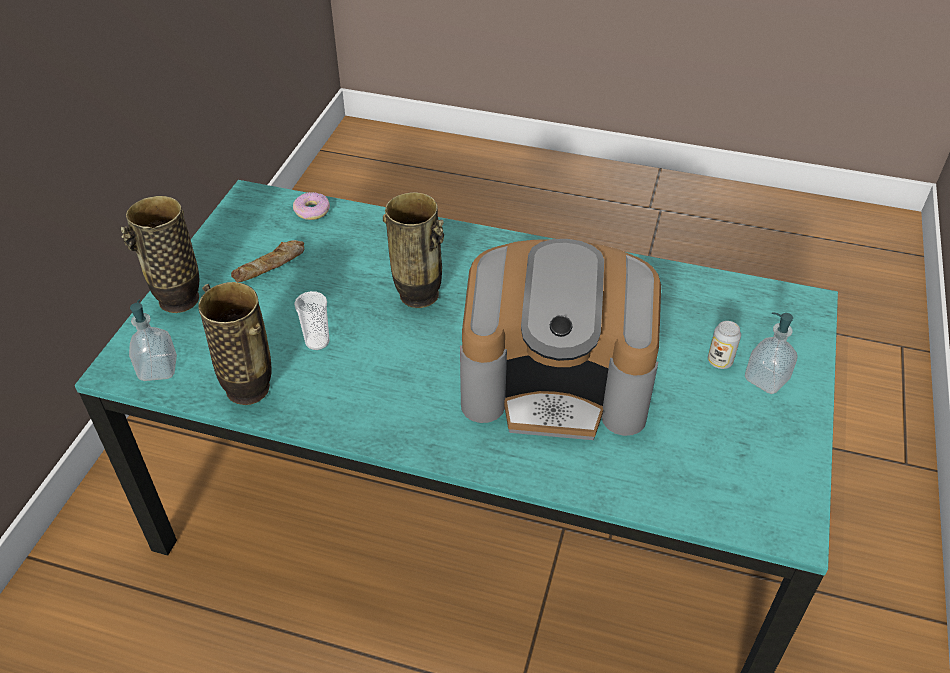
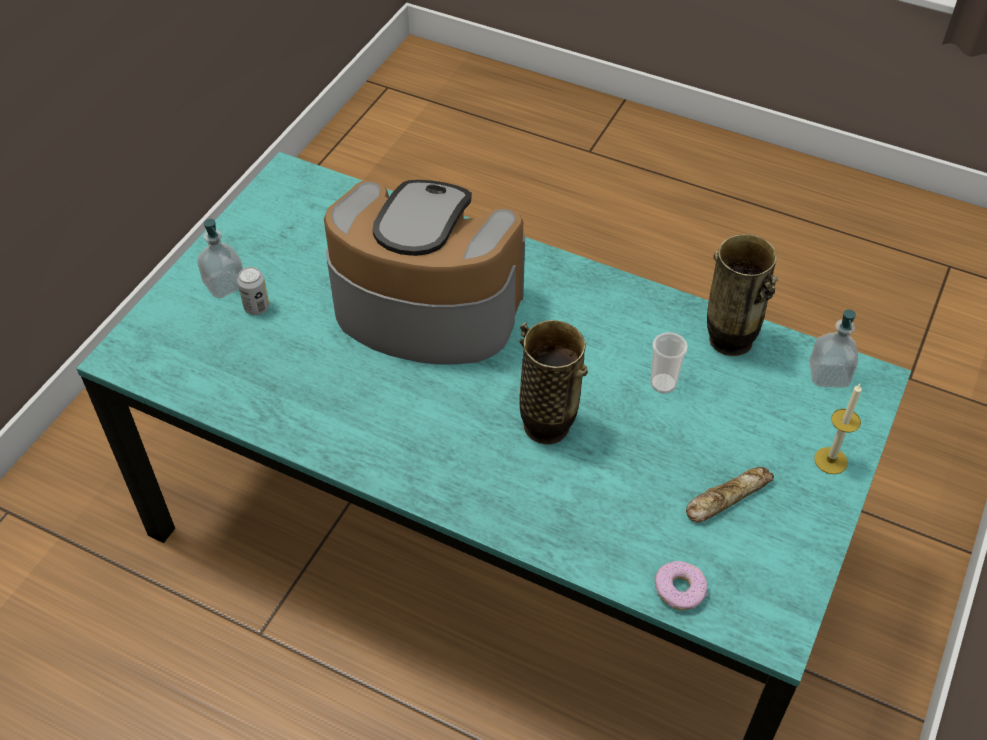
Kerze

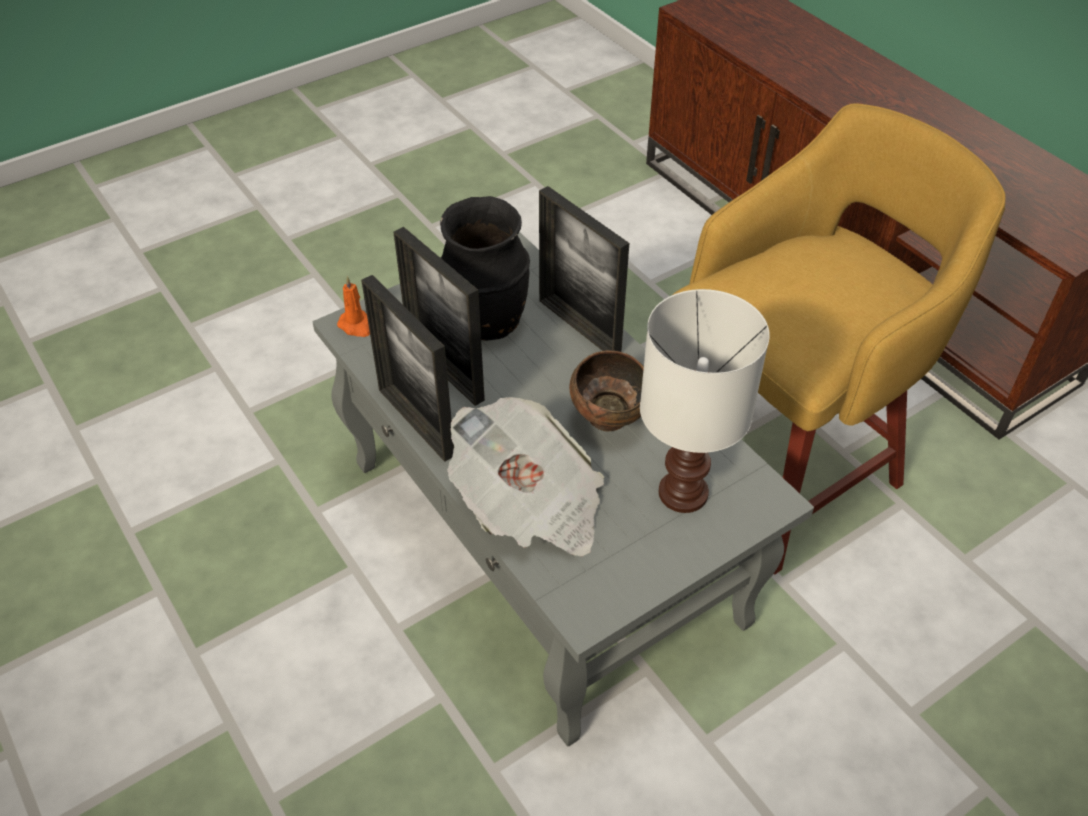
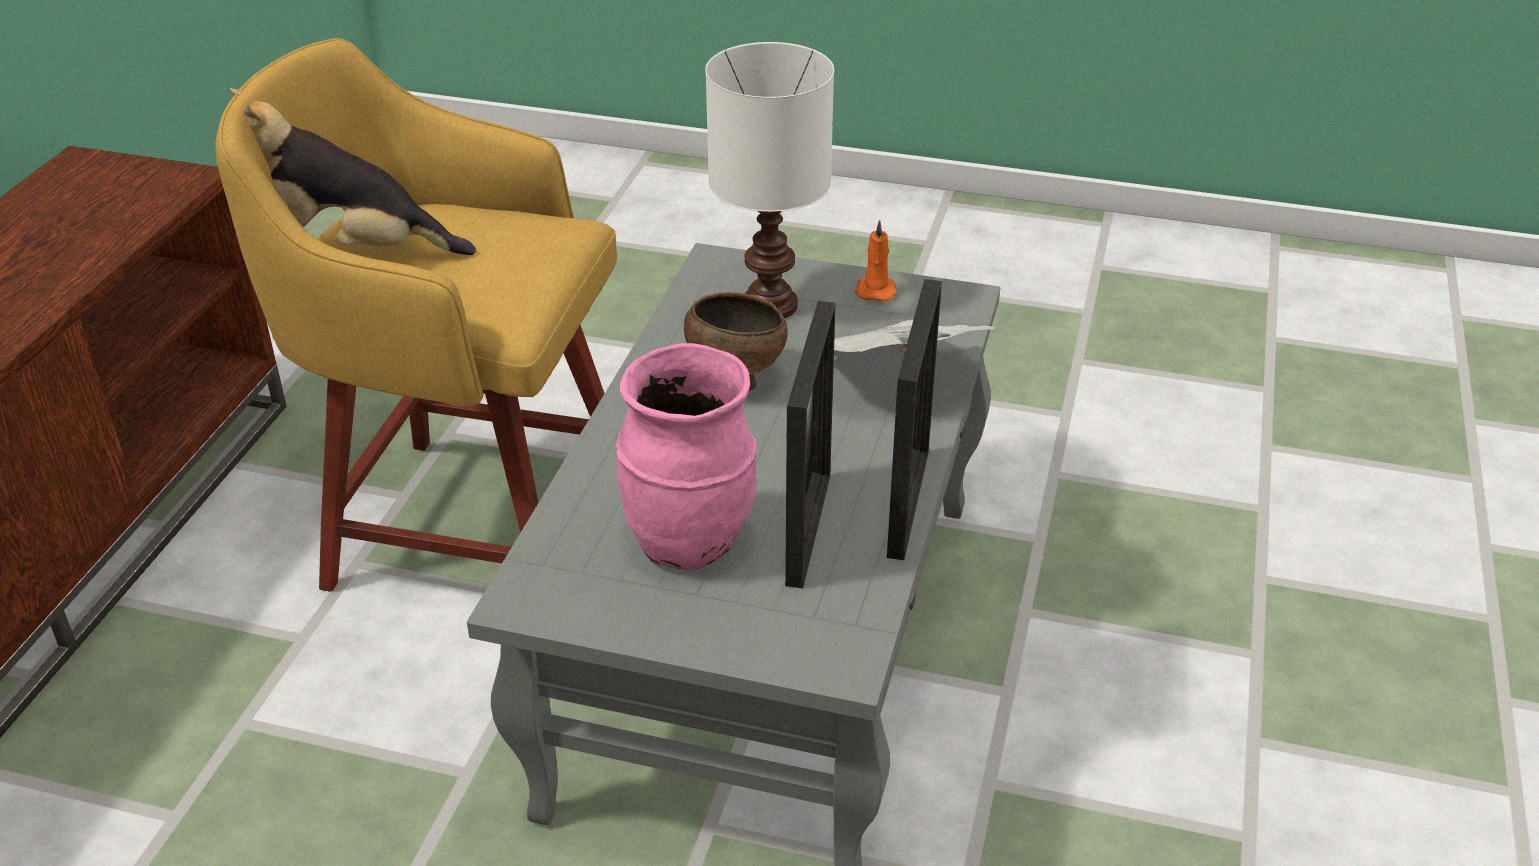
Plüschtier
Vase (rosa)
Kerze (orange)
Bilderrahmen (3rd from left in the first image)

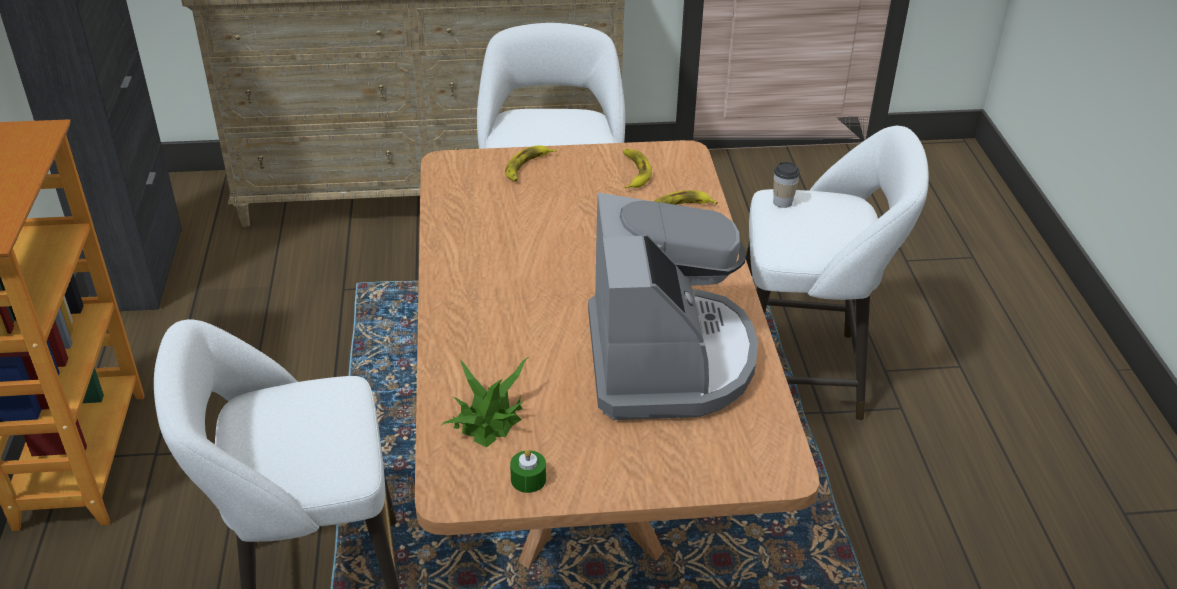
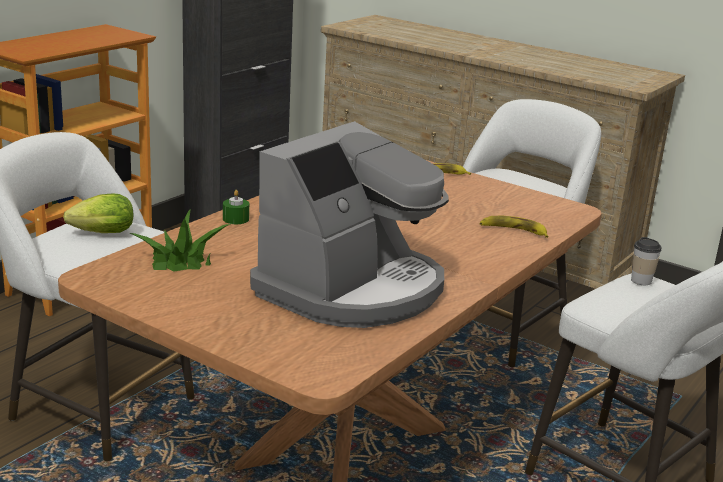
Salatkopf
Kerze (grün)
Banane (2nd from left in the first image)

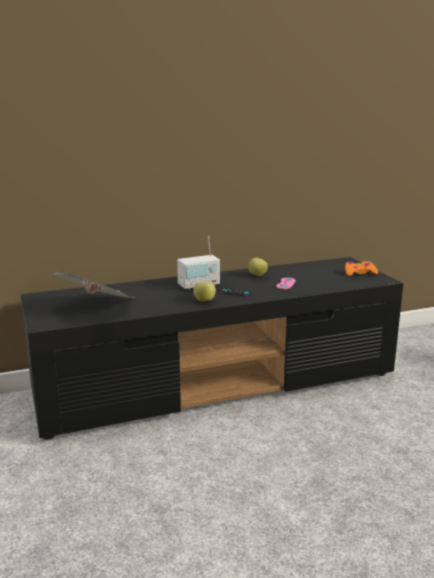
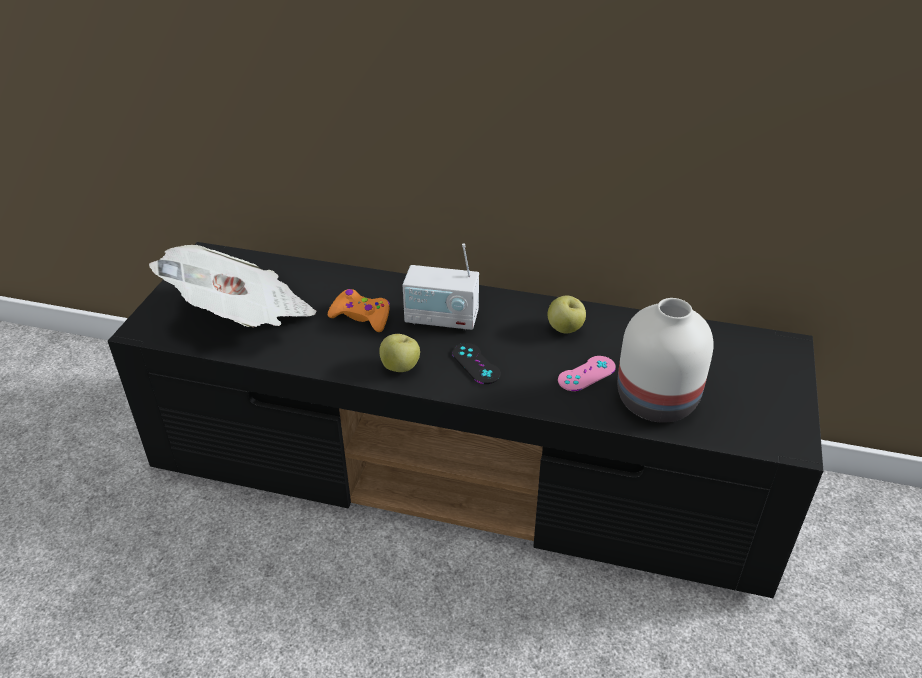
Gamepad (orange)
Vase (weiß)

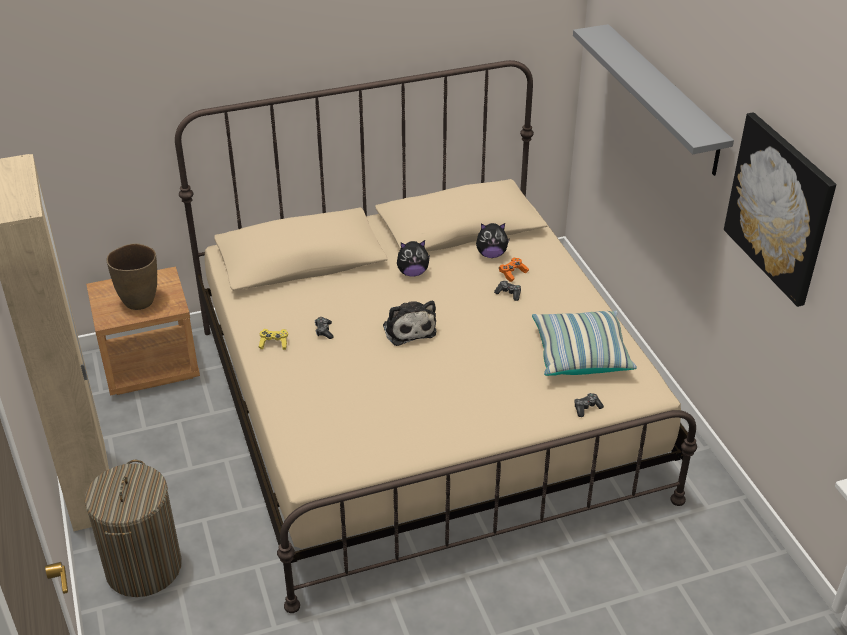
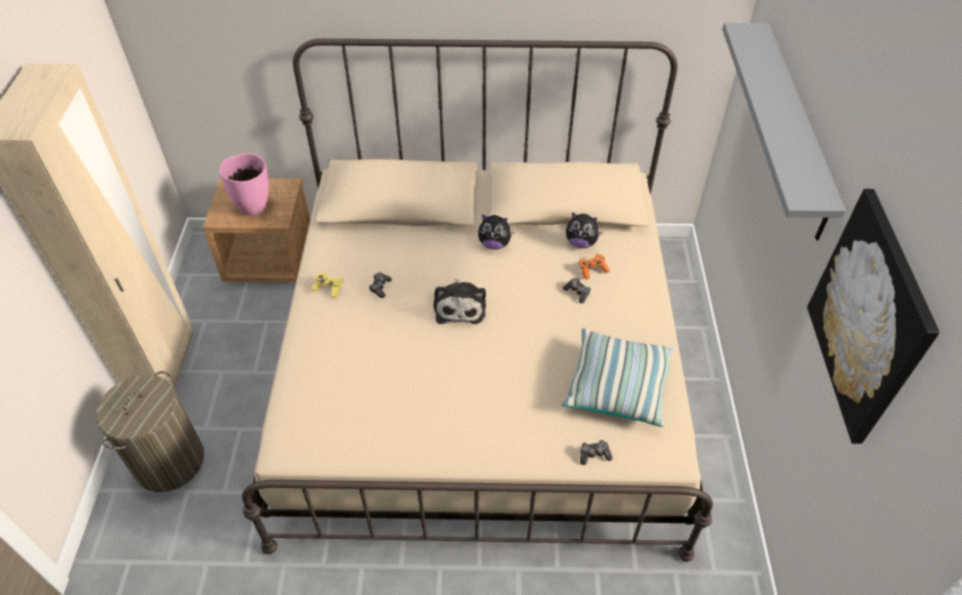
Vase (rosa)

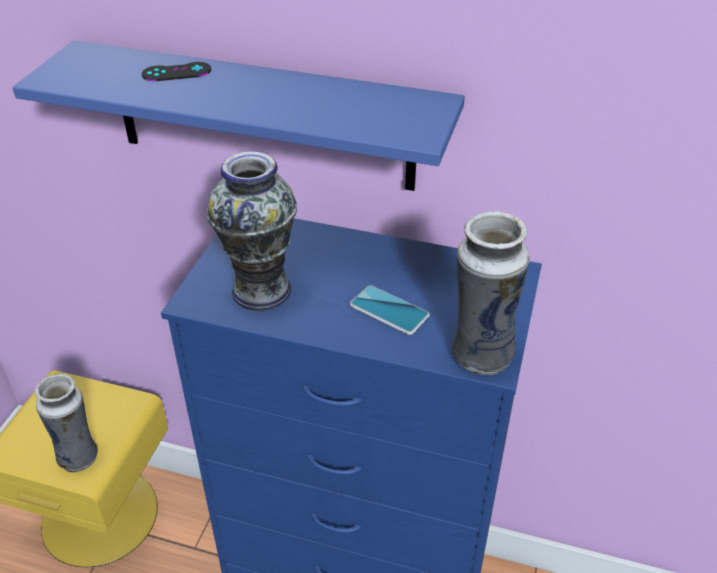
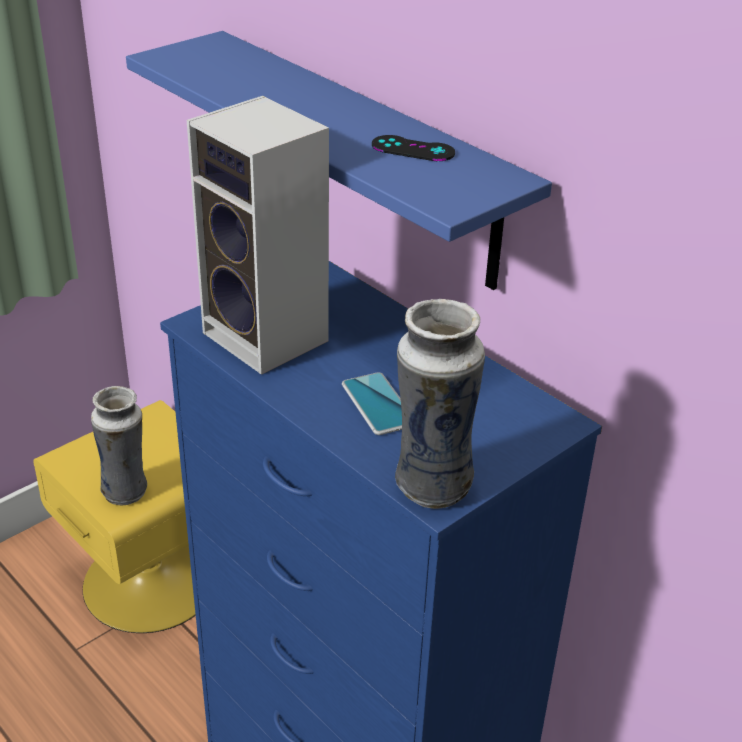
Lautsprecher
Gamepad (schwarz)

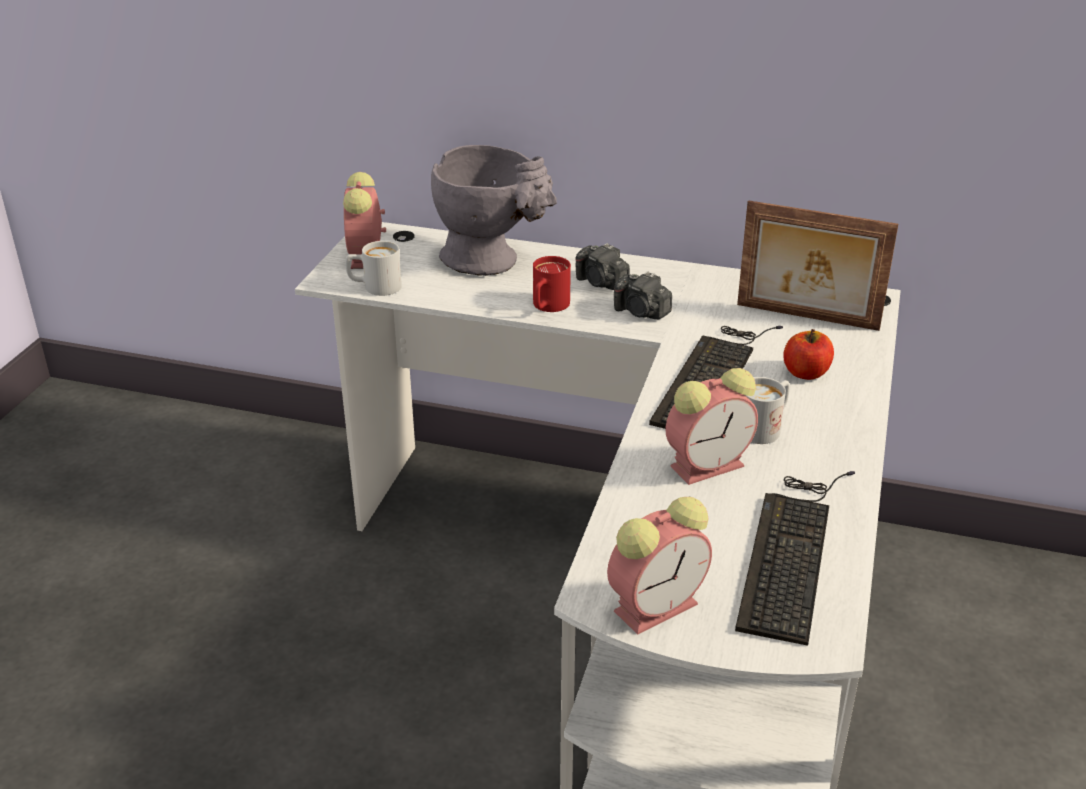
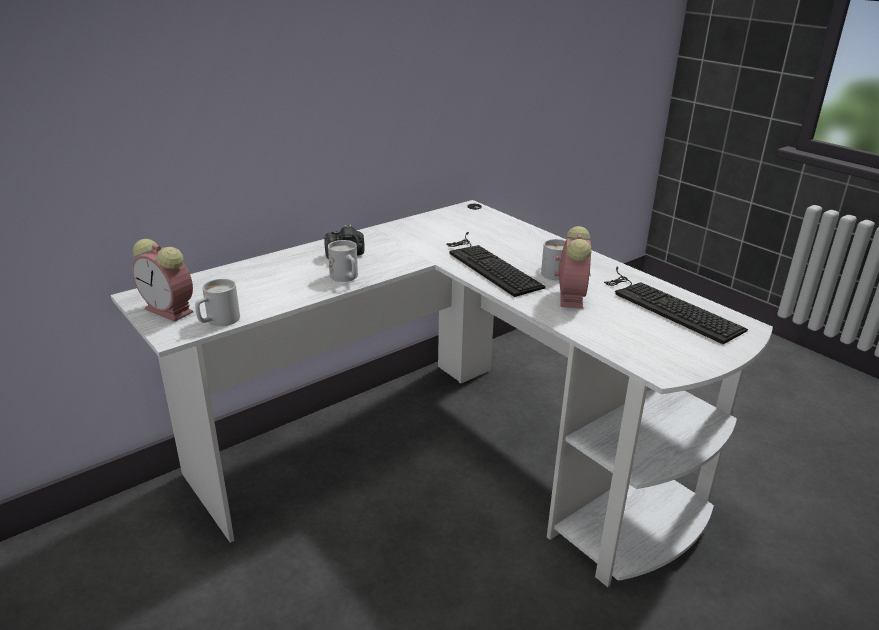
Henkelbecher (weiß) (2nd from left)
Vase (grau)
Wecker (2nd from left in the first image)
Kamera (2nd from left in the first image)
Bilderrahmen
Apfel

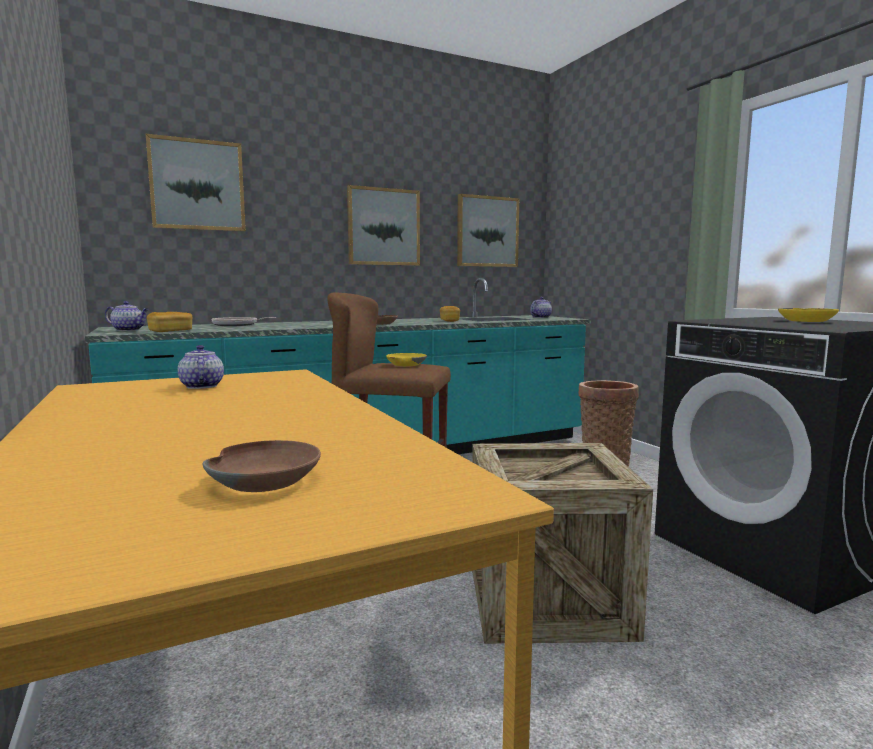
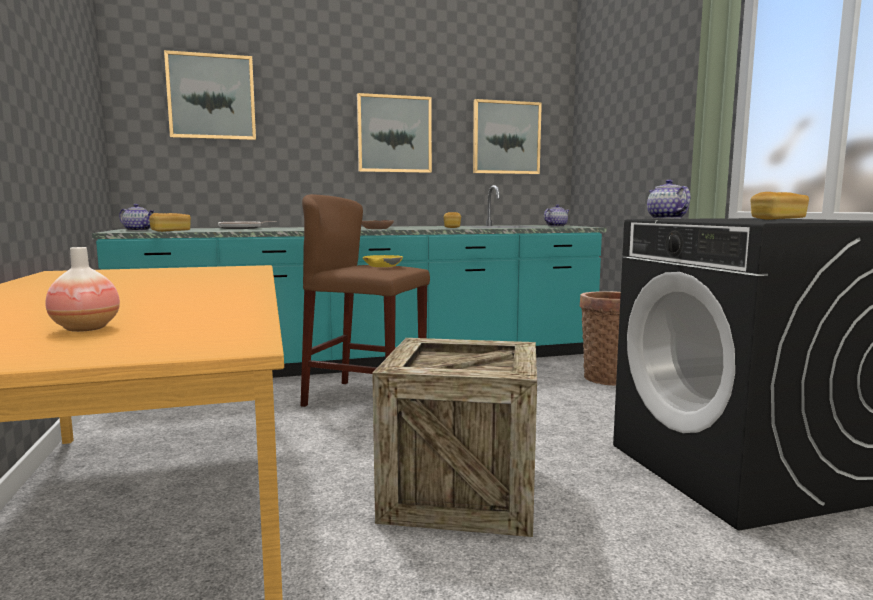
Vase
Teekanne (3rd from left)
Brot (3rd from left)

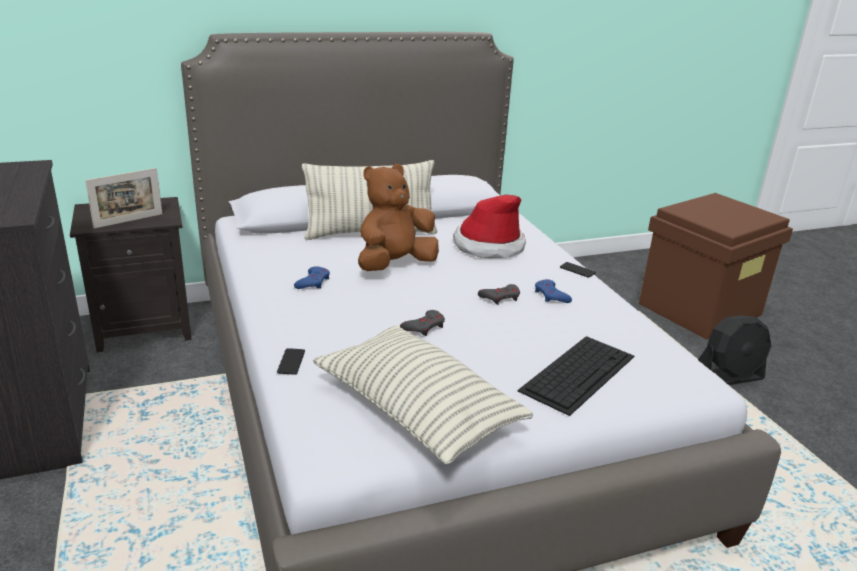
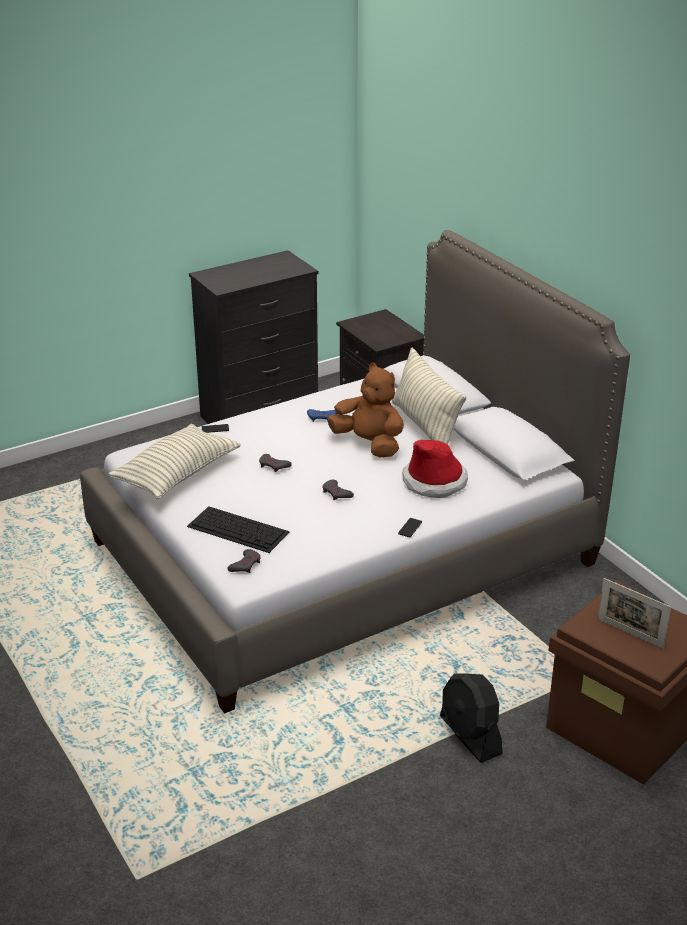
Gamepad (grau) (1st from left)
Bilderrahmen
Gamepad (blau) (2nd from left in the first image)

